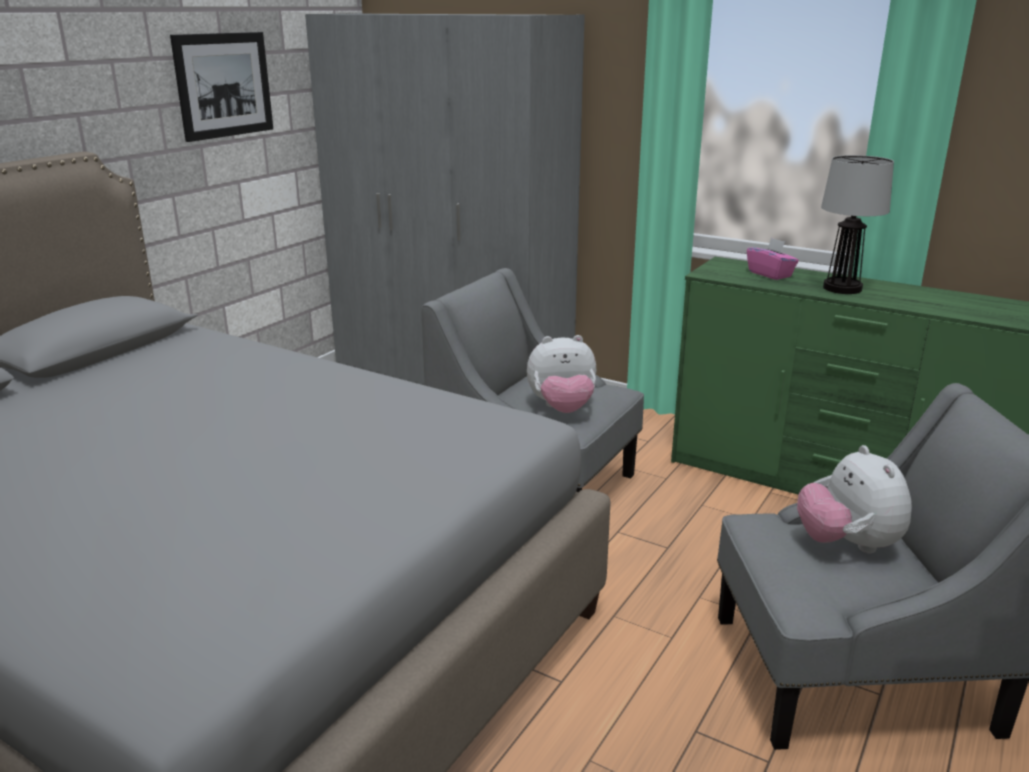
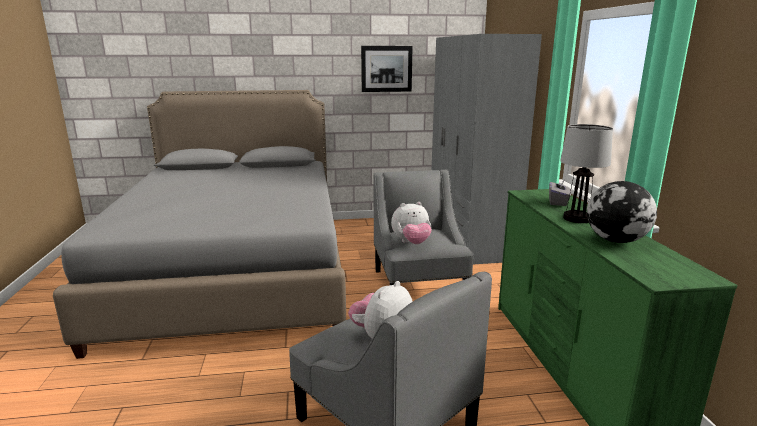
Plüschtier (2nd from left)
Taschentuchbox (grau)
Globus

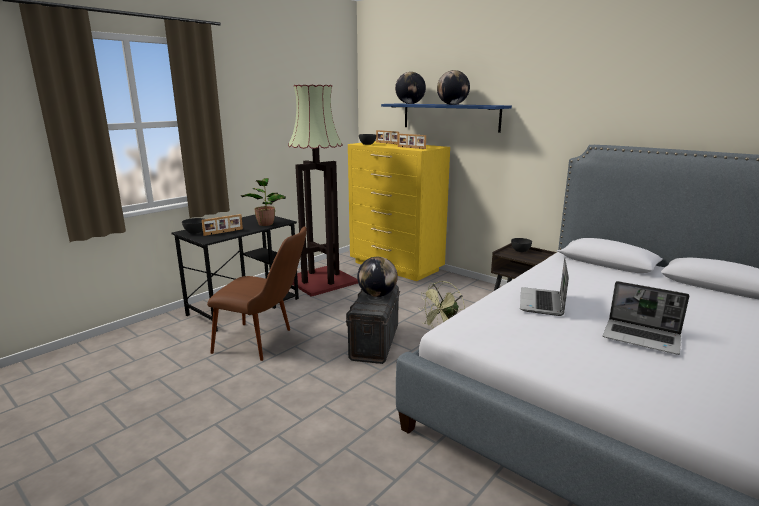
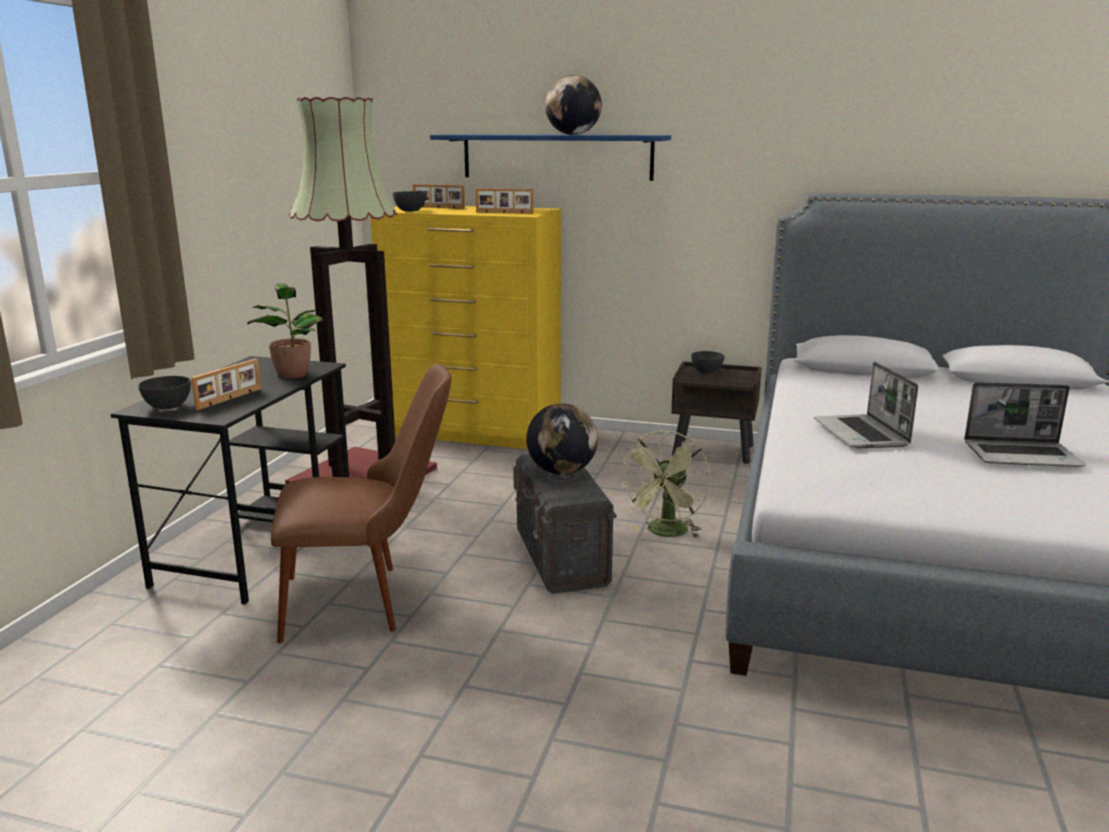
Globus (2nd from left in the first image)

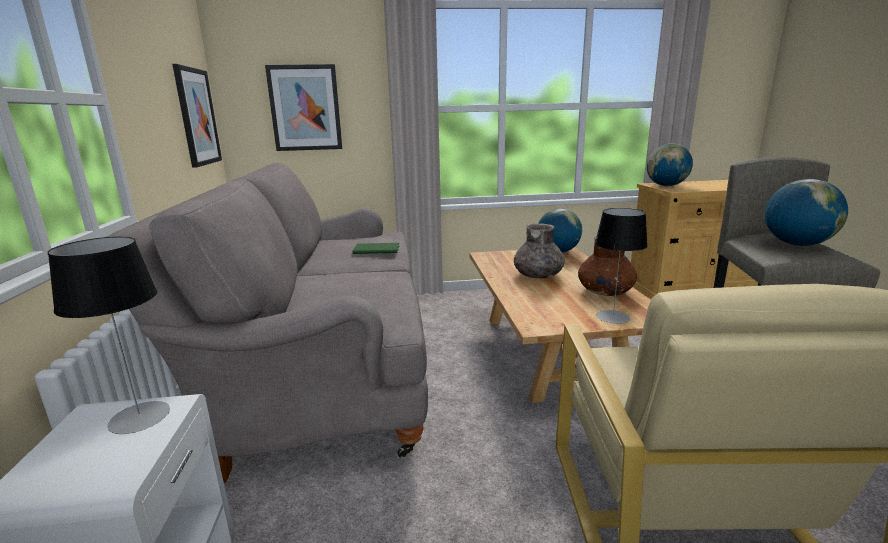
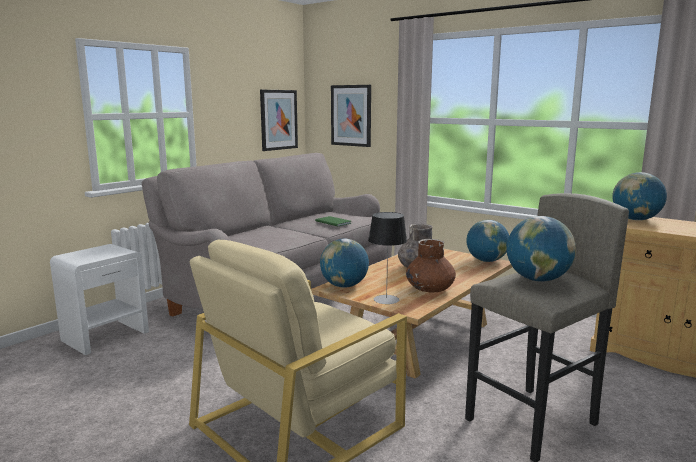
Globus (1st from left)
Tischlampe (1st from left in the first image)

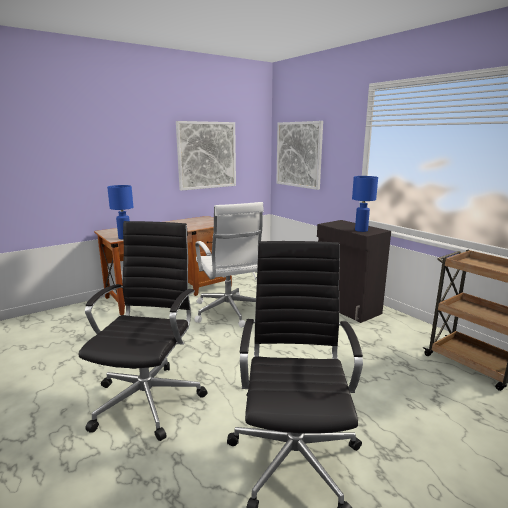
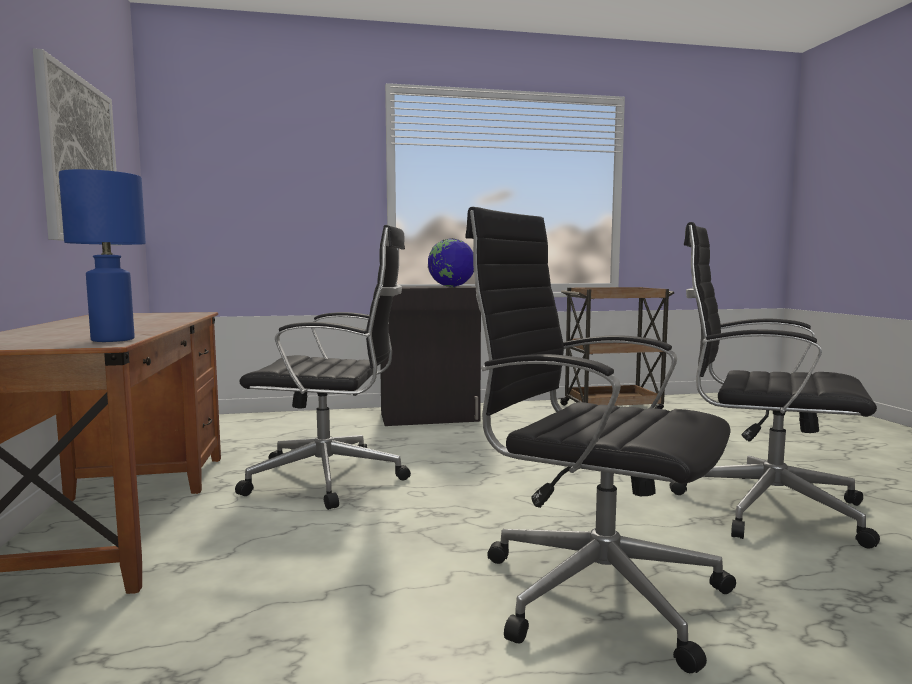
Bürostuhl (schwarz) (1st from left)
Globus
Bild (2nd from left in the first image)

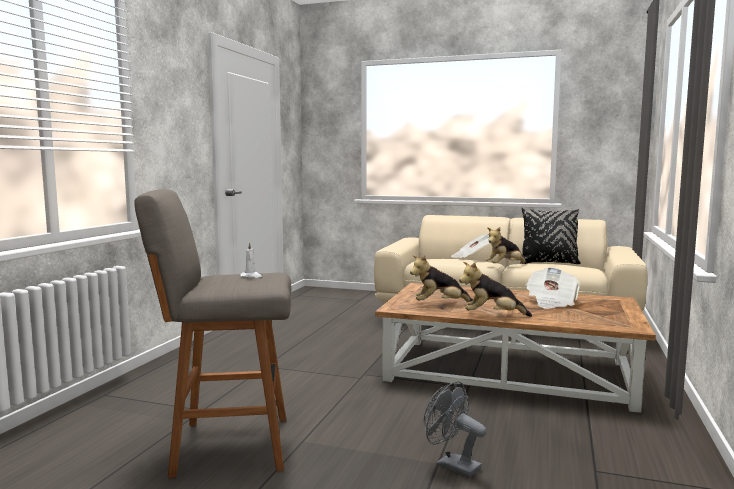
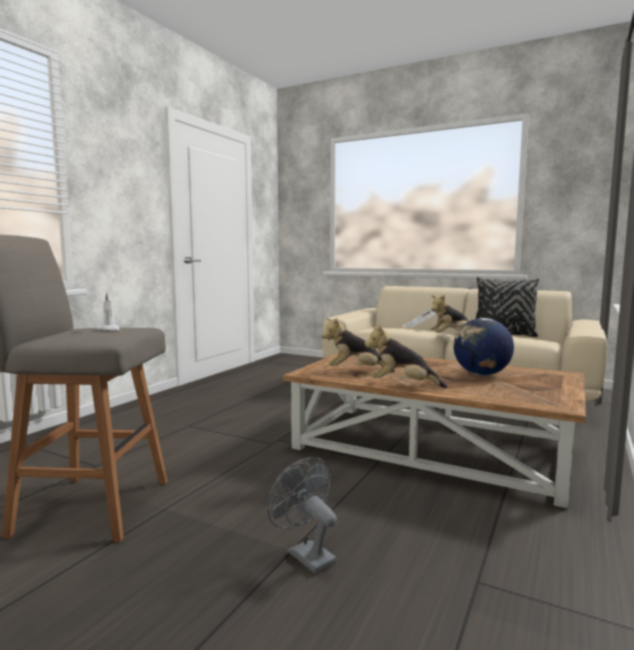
Globus

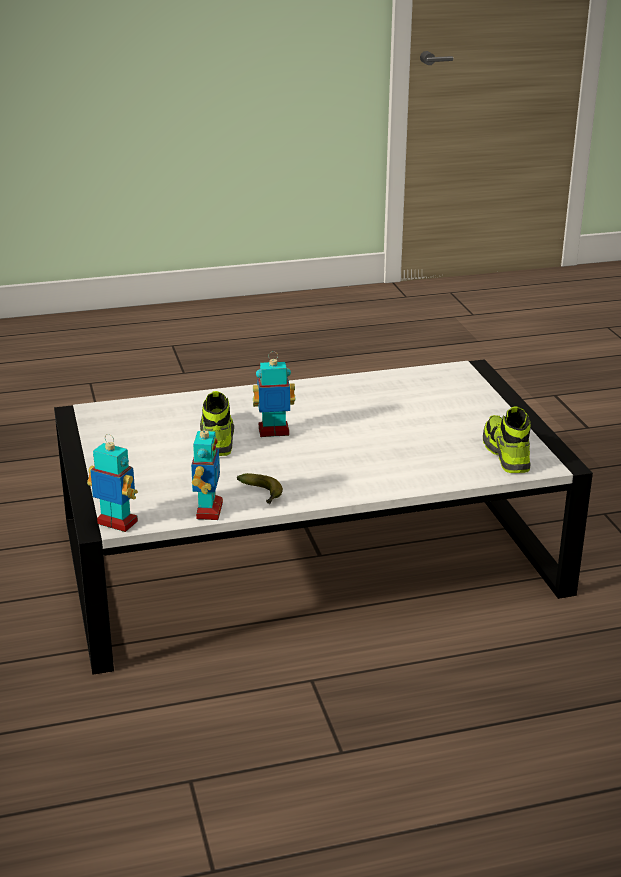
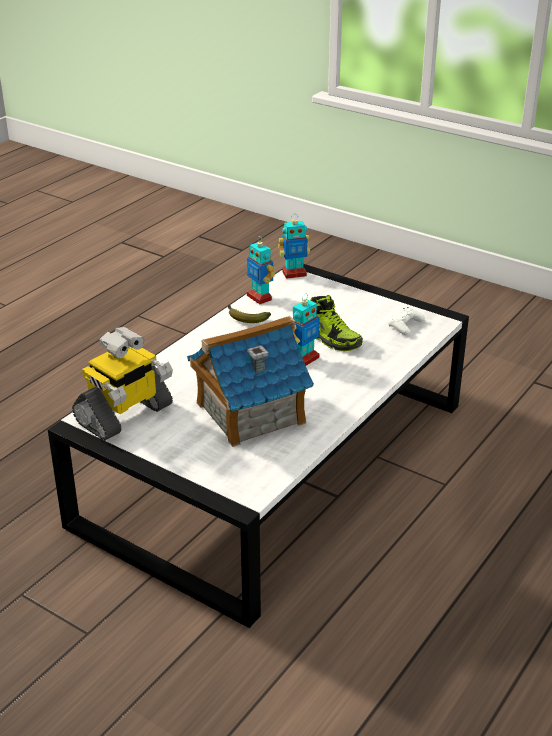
Spielzeugroboter (1st from left)
Spielzeughaus
Gamepad (weiß)

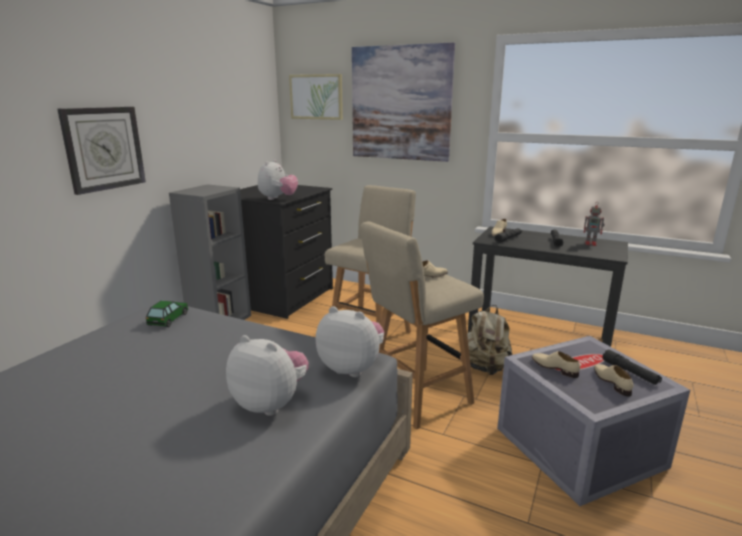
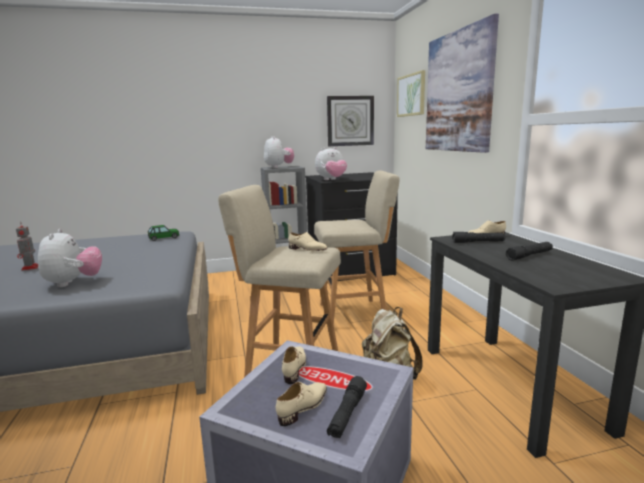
Spielzeugroboter
Plüschtier (2nd from left)
Wanduhr

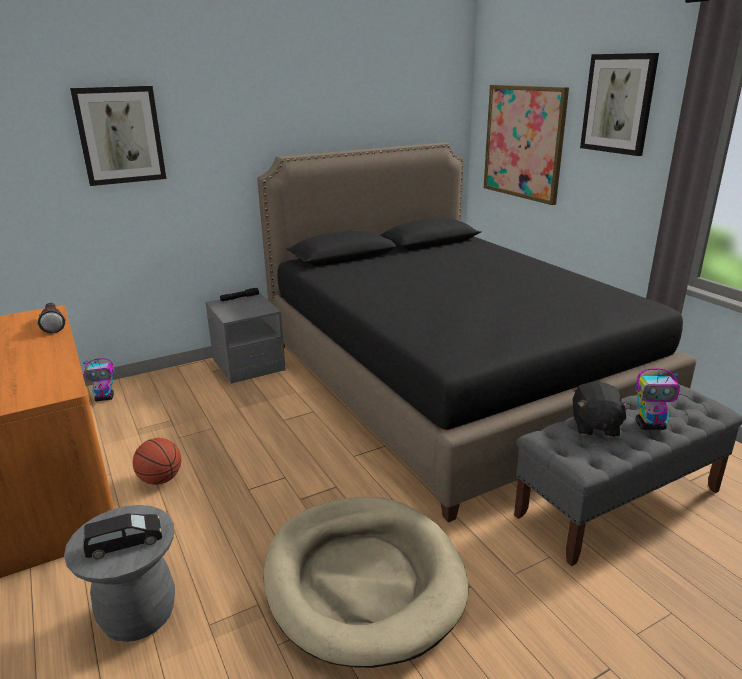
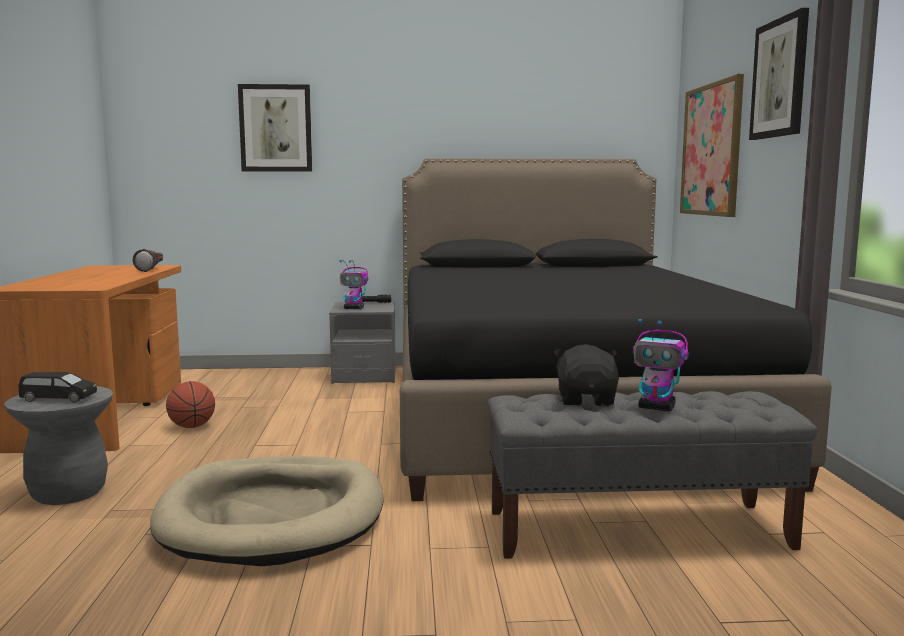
Spielzeugroboter (1st from left)
Plüschtier (schwarz)

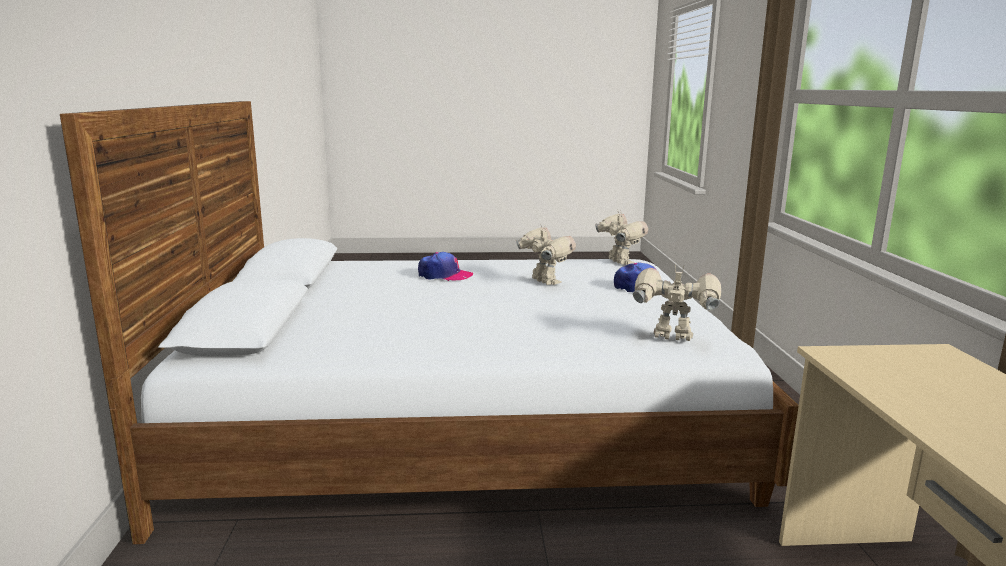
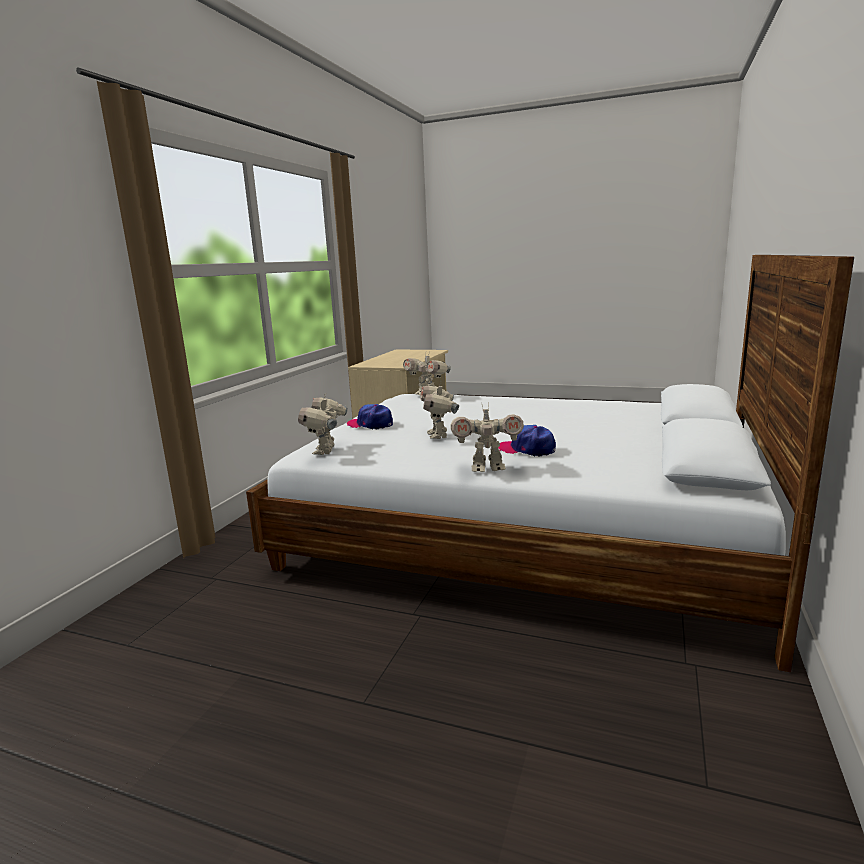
Spielzeugroboter (4th from left)

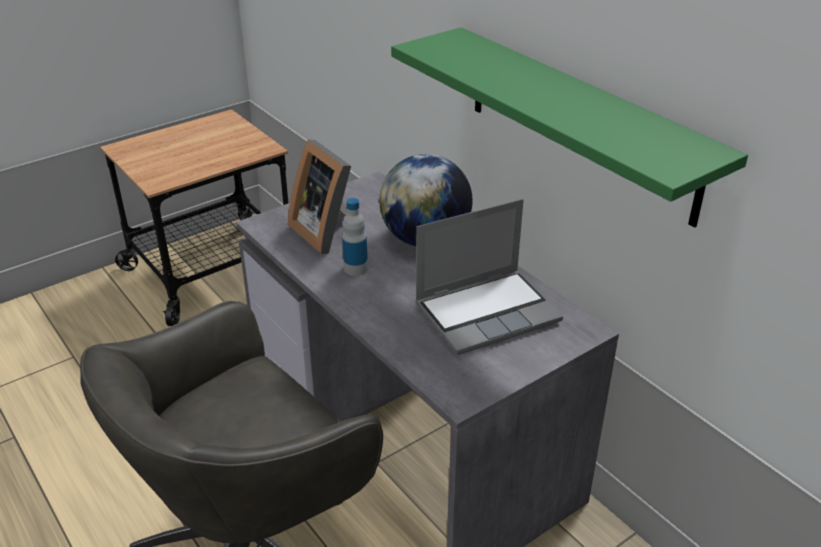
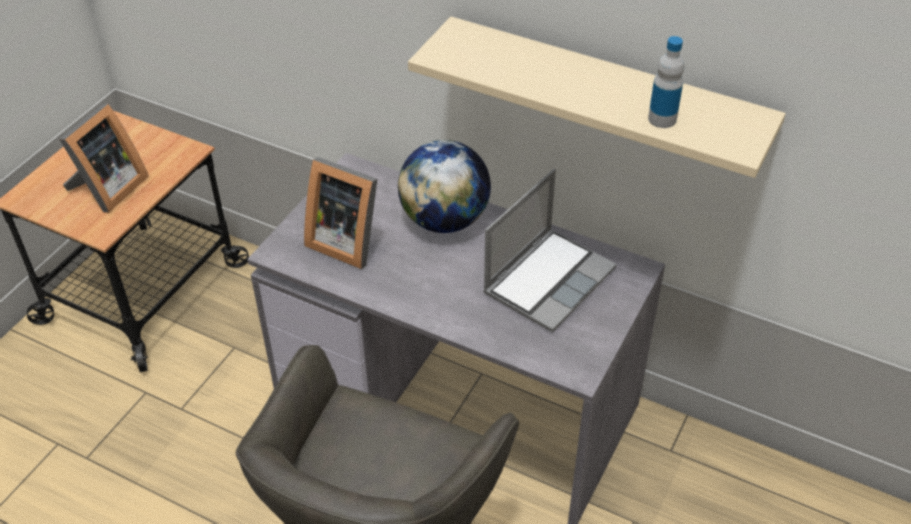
Bilderrahmen (1st from left)
Wandregal (beige)
Flasche

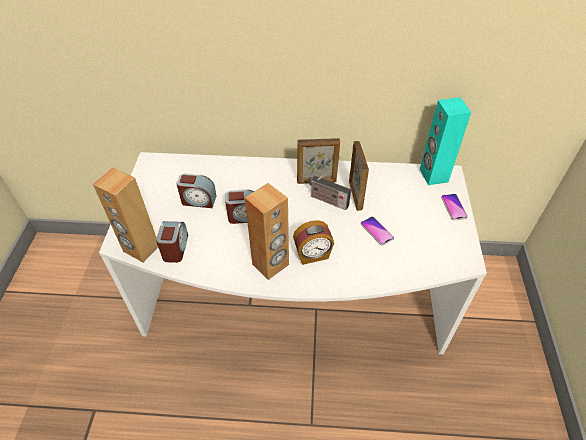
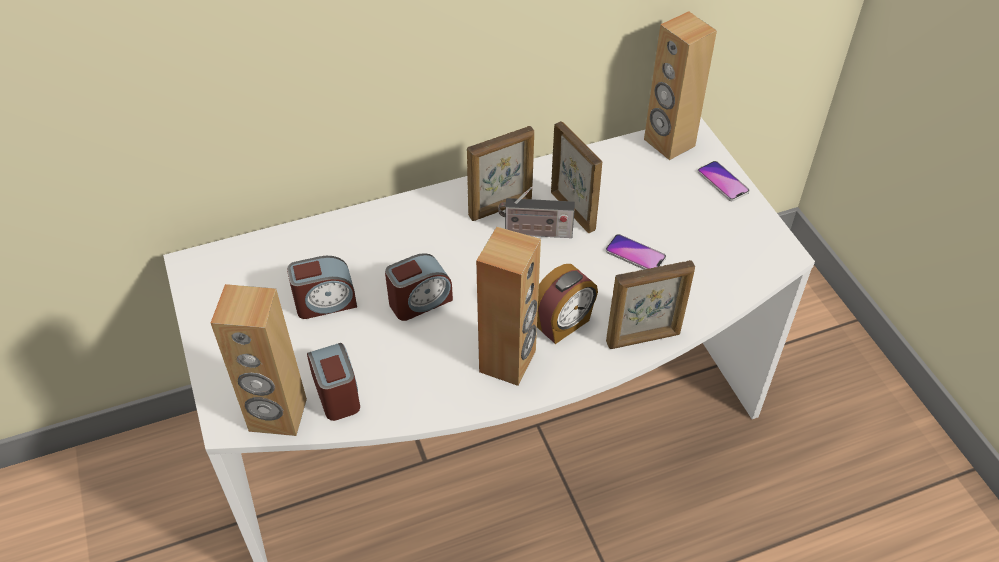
Bilderrahmen (3rd from left)
Lautsprecher (braun) (3rd from left)

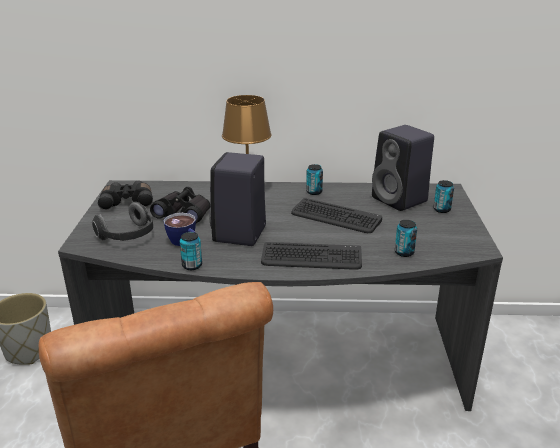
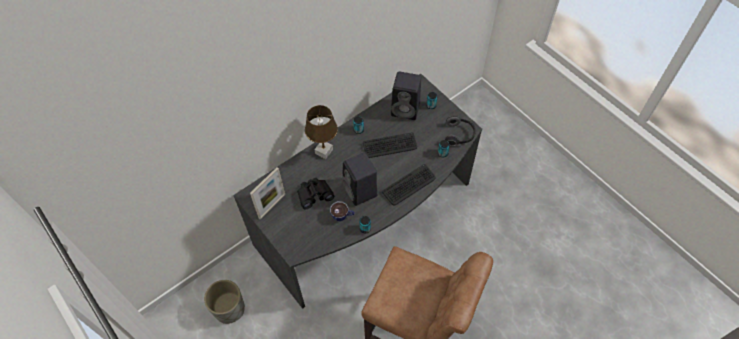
Bilderrahmen
Kopfhörer

